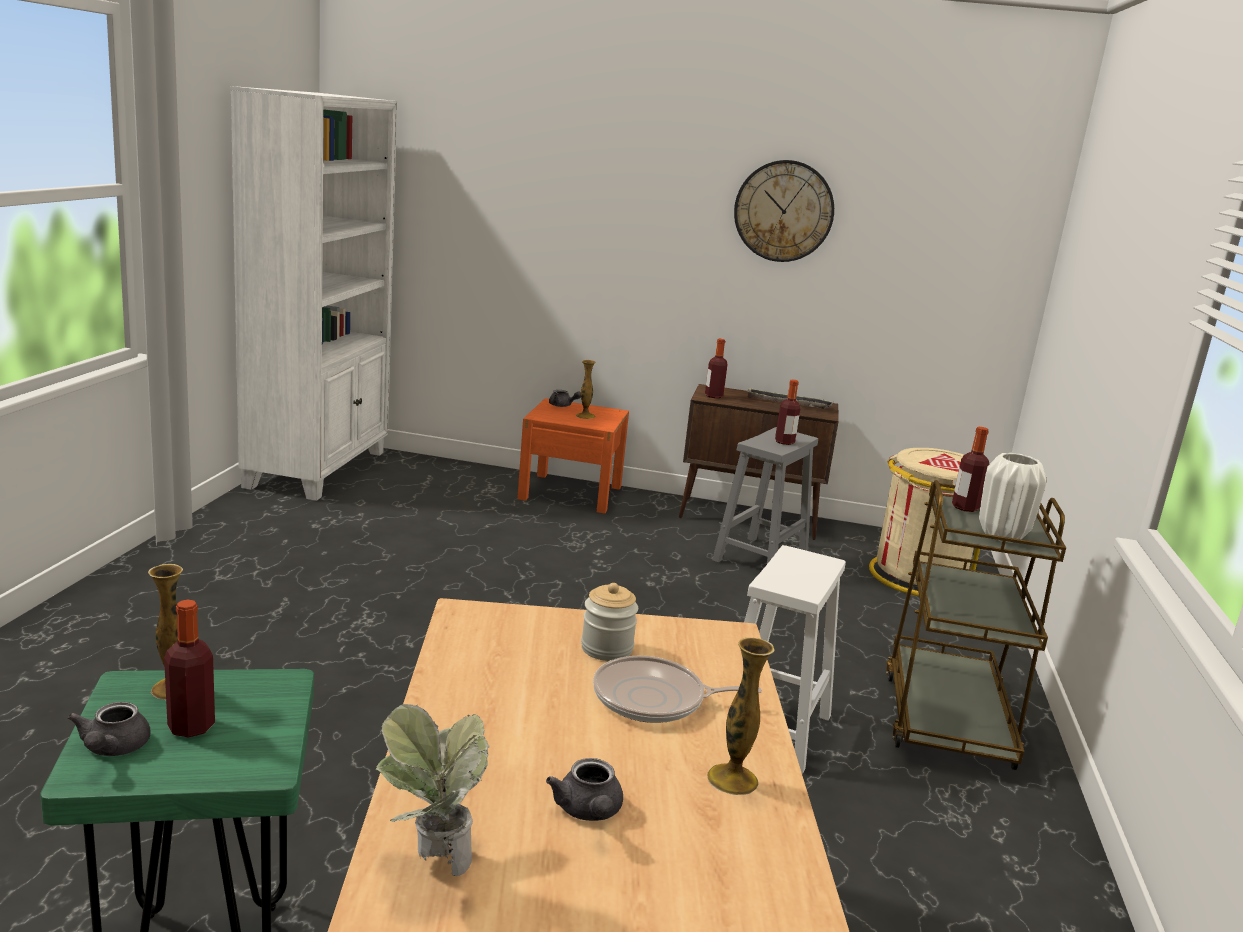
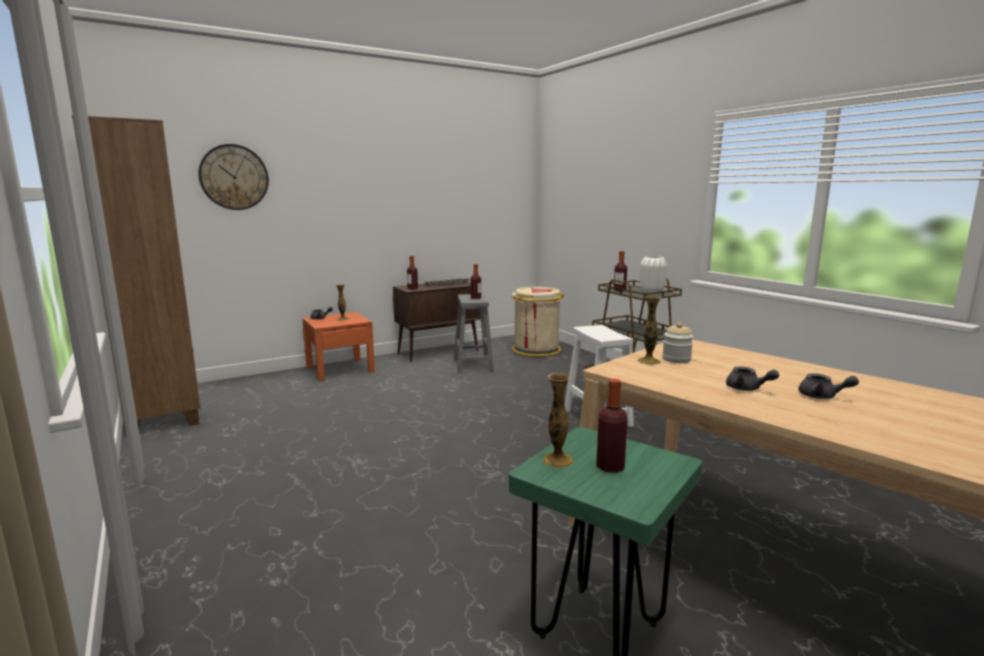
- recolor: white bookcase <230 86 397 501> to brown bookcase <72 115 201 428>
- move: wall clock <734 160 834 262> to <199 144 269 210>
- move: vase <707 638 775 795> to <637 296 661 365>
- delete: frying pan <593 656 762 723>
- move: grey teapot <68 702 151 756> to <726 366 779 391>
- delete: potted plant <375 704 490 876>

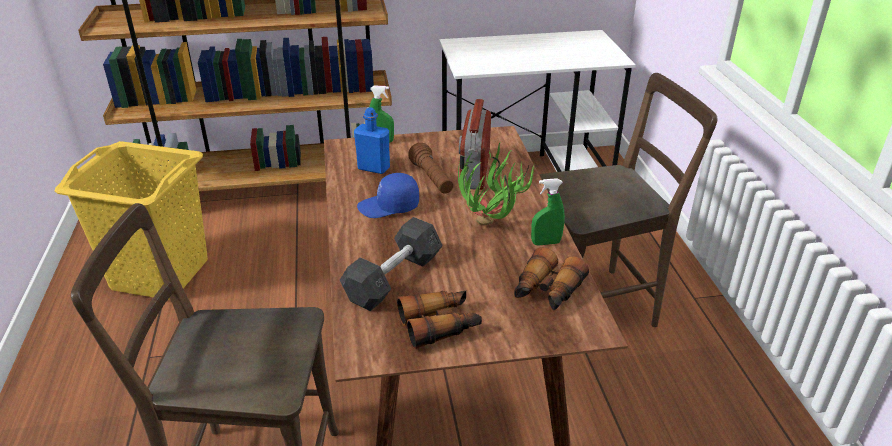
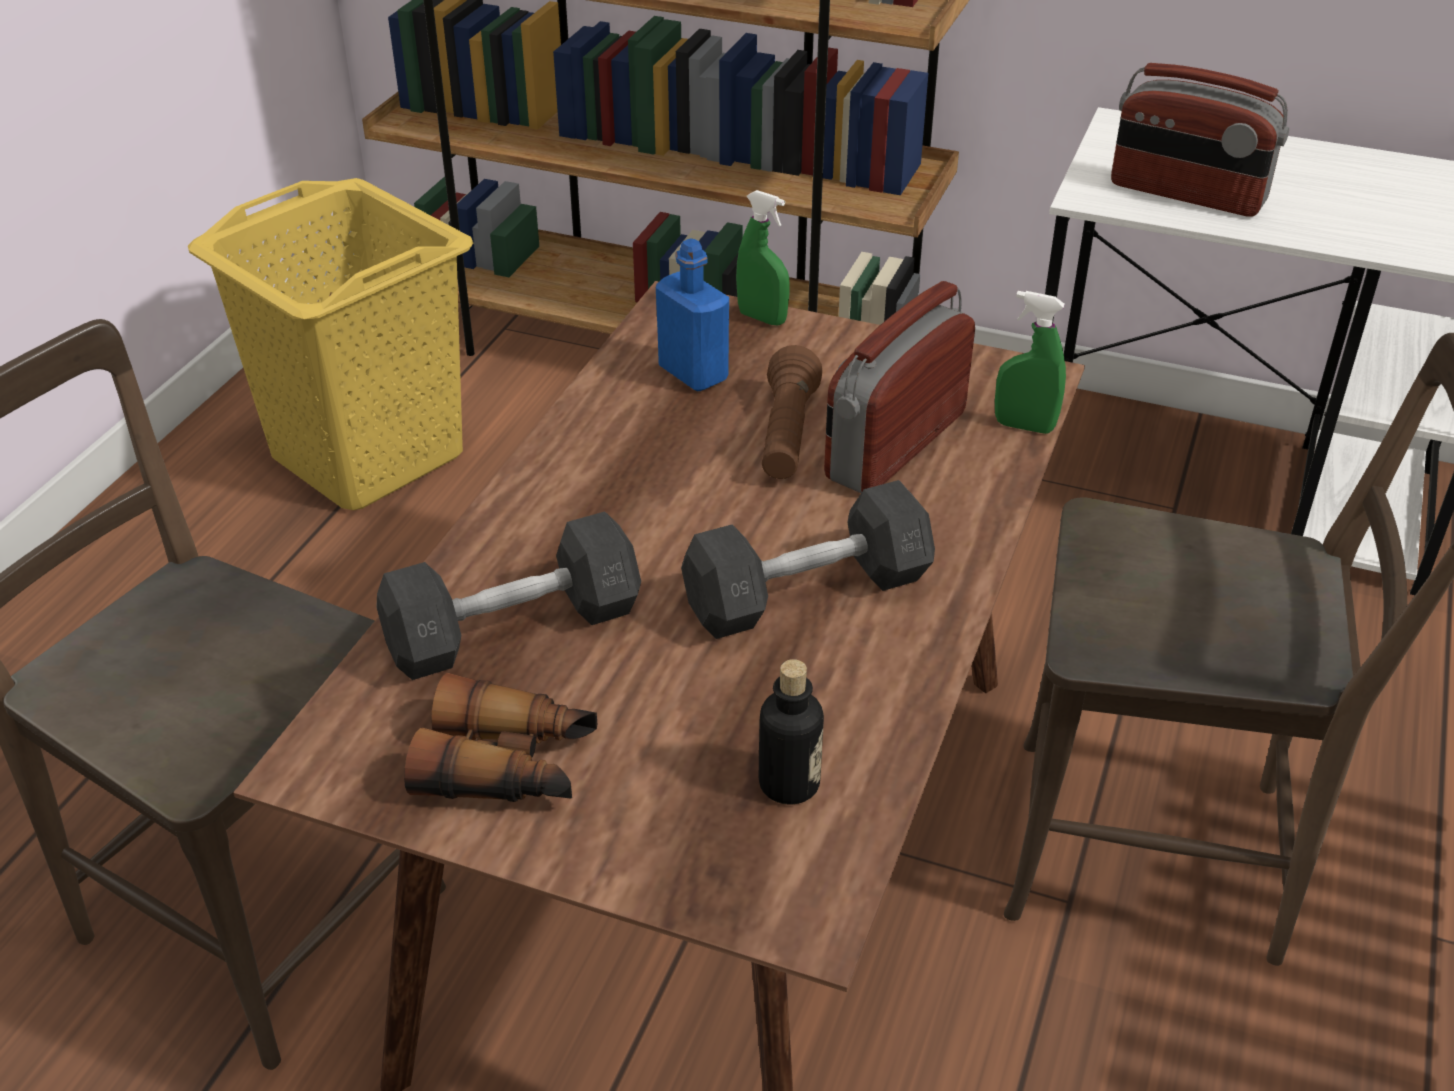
- replace: potted plant <458 143 536 225> to grey dumbbell <681 480 935 639>
- delete: blue cap <357 173 419 218>
- move: green spray bottle <531 178 565 246> to <995 291 1066 434>
- replace: binoculars <514 247 589 310> to bottle <759 659 824 805>
- insert: radio <1111 63 1289 217>

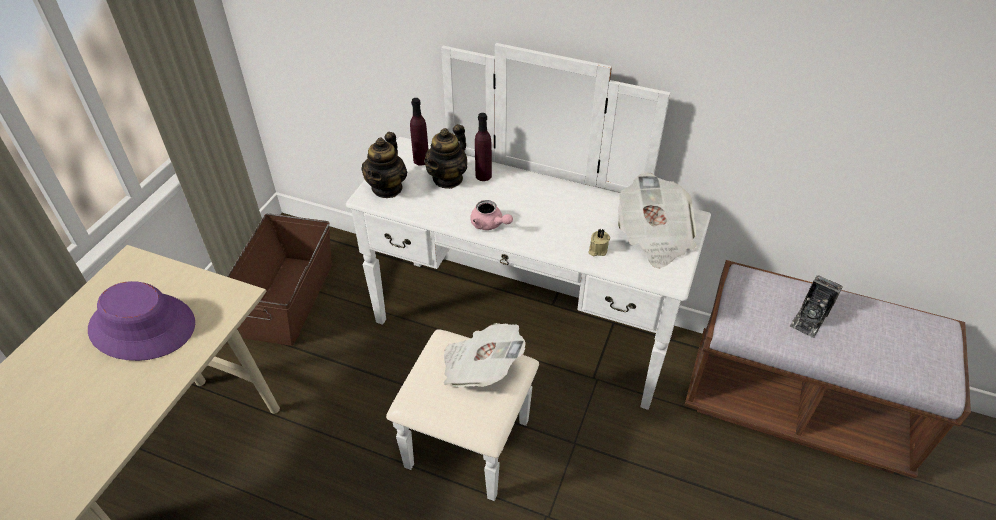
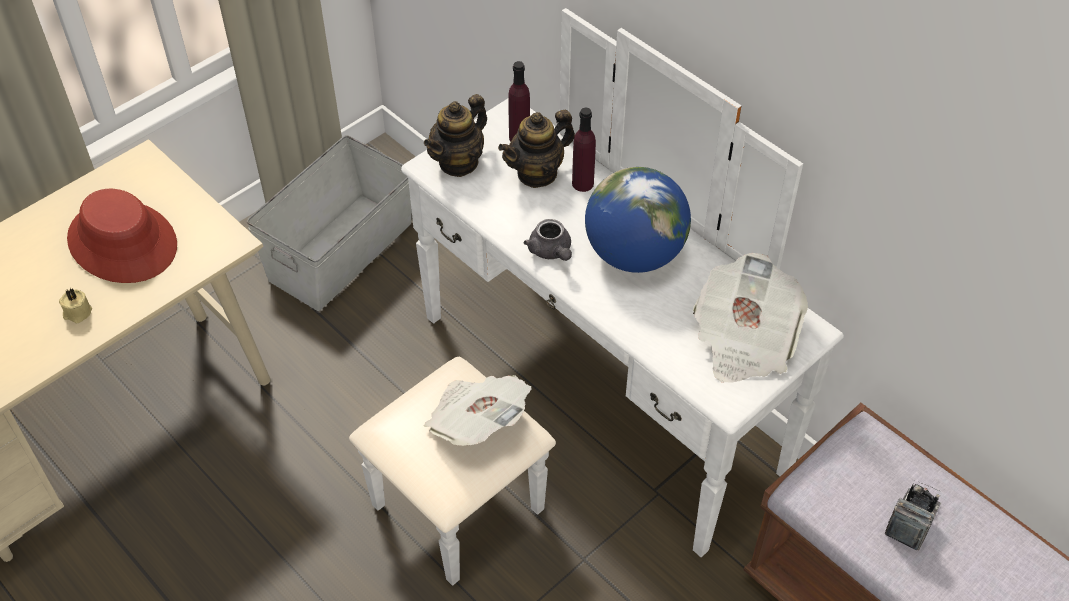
- recolor: pink teapot <470 200 513 230> to grey teapot <524 219 572 261>
- recolor: brown storage box <227 213 332 346> to grey storage box <247 135 412 311>
- move: beige candle <588 228 610 256> to <59 288 92 323>
- rotate: photo camera <789 275 843 338> = <885 482 941 550> 150 degrees clockwise
- recolor: purple hat <88 281 195 361> to red hat <67 189 177 283>
- insert: globe <585 167 691 273>

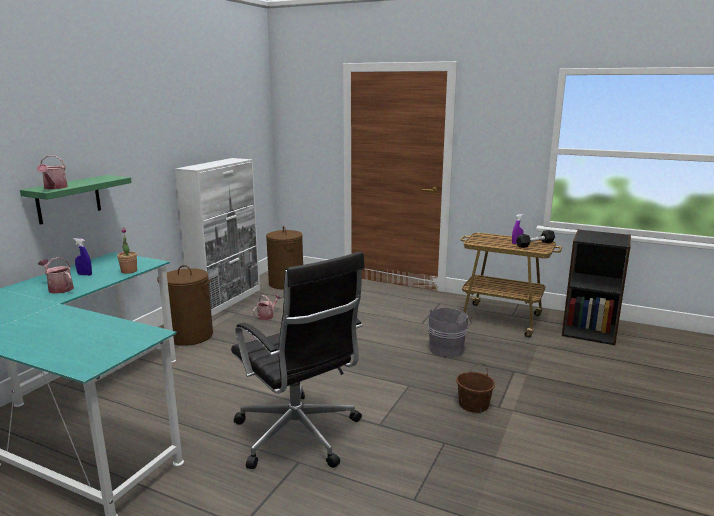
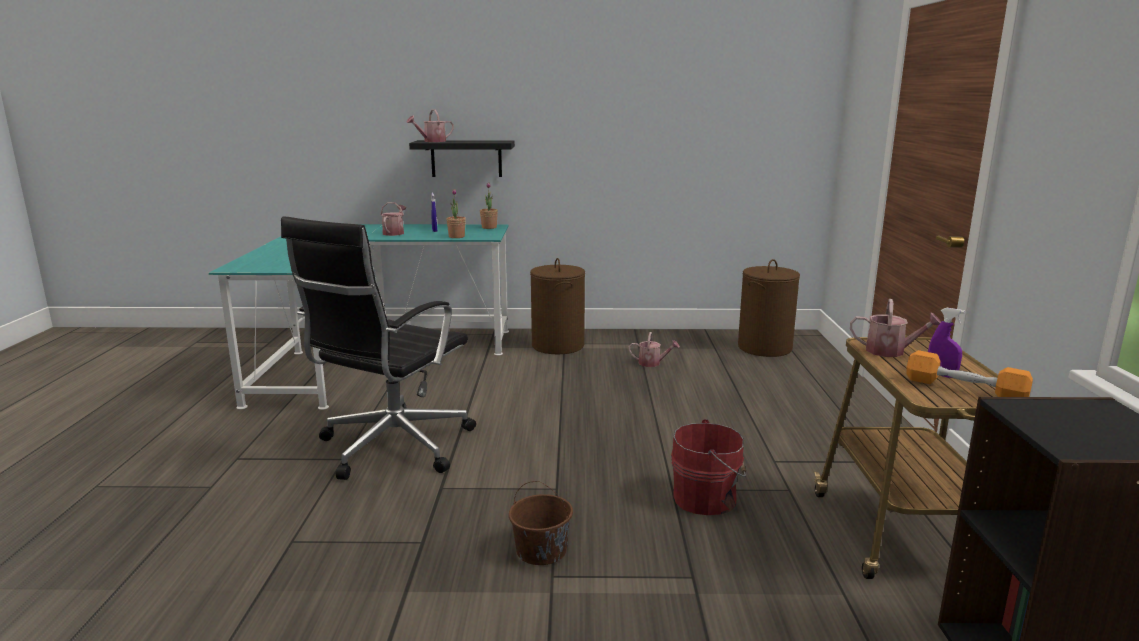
- delete: white cabinet <175 158 260 316>
- recolor: green shelf <20 175 132 225> to black shelf <409 140 515 177>
- recolor: black dumbbell <516 230 555 248> to orange dumbbell <906 350 1033 397>
- recolor: grey bucket <428 308 471 357> to red bucket <671 419 746 515>
- insert: potted plant <480 183 498 229>
- insert: watering can <850 299 941 357>

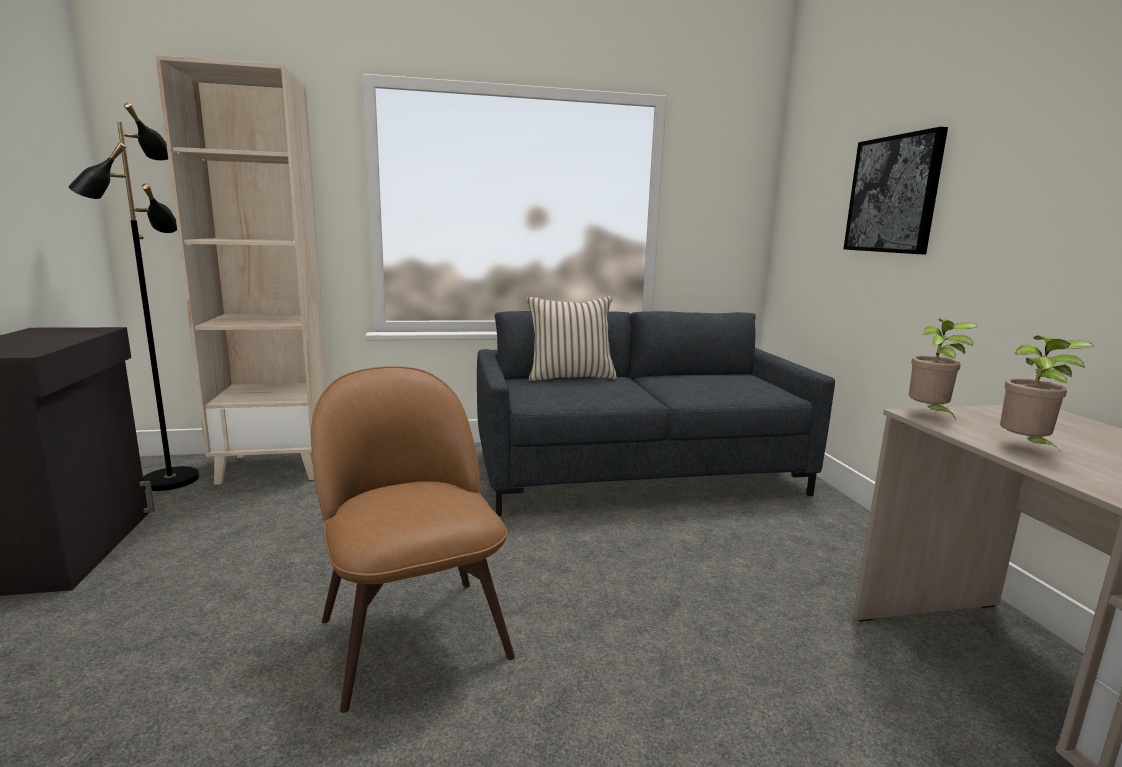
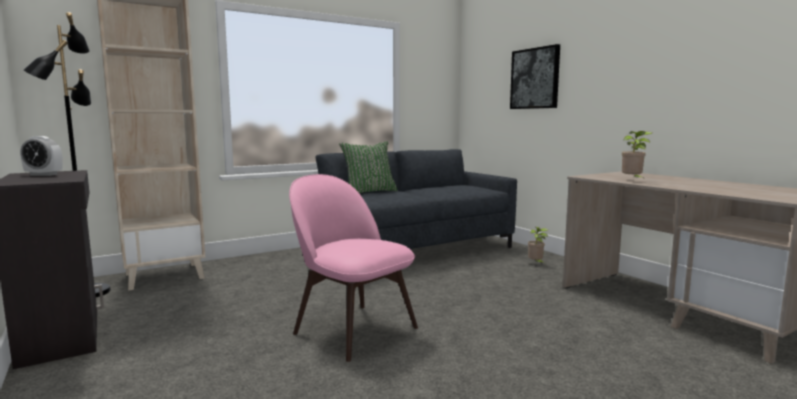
- recolor: beige pillow <526 296 617 381> to green pillow <339 141 398 193>
- move: potted plant <909 318 978 420> to <528 227 548 265>
- recolor: brown chair <311 366 515 713> to pink chair <289 174 418 362>
- insert: alarm clock <20 136 63 176>

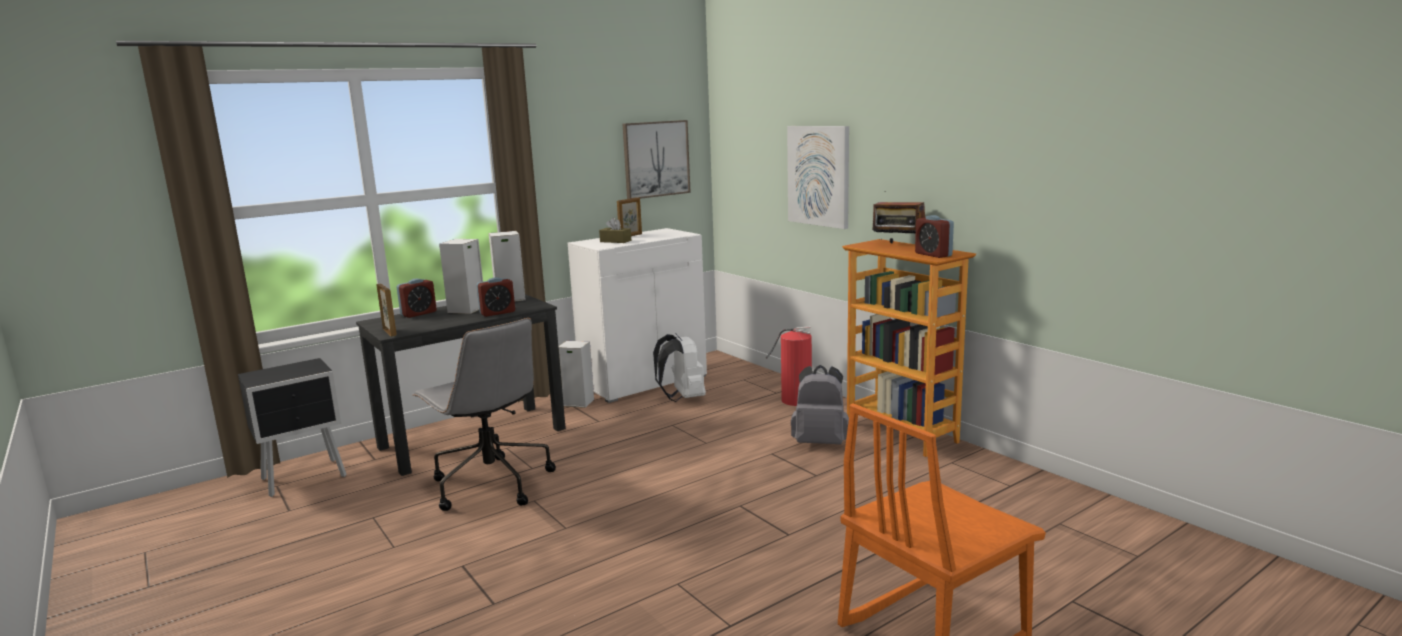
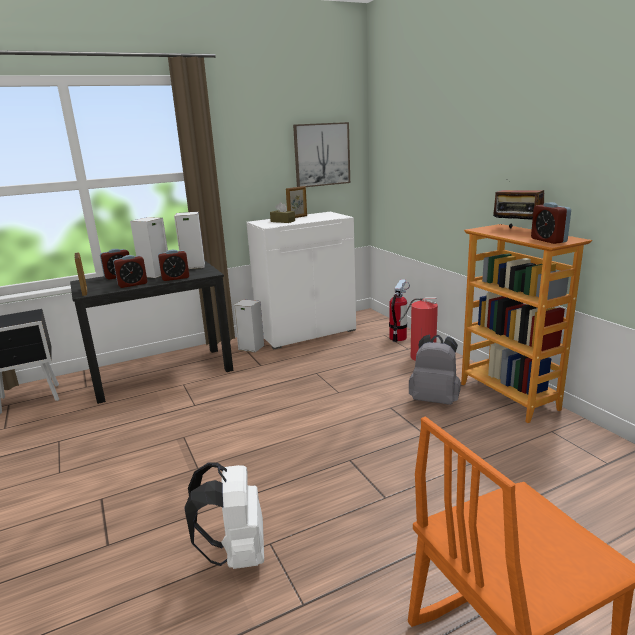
- delete: picture <787 126 849 229>
- delete: grey office chair <412 318 556 511>
- move: white backpack <653 333 706 402> to <184 463 264 569>
- insert: alarm clock <113 255 147 288>
- insert: fire extinguisher <389 279 410 342>

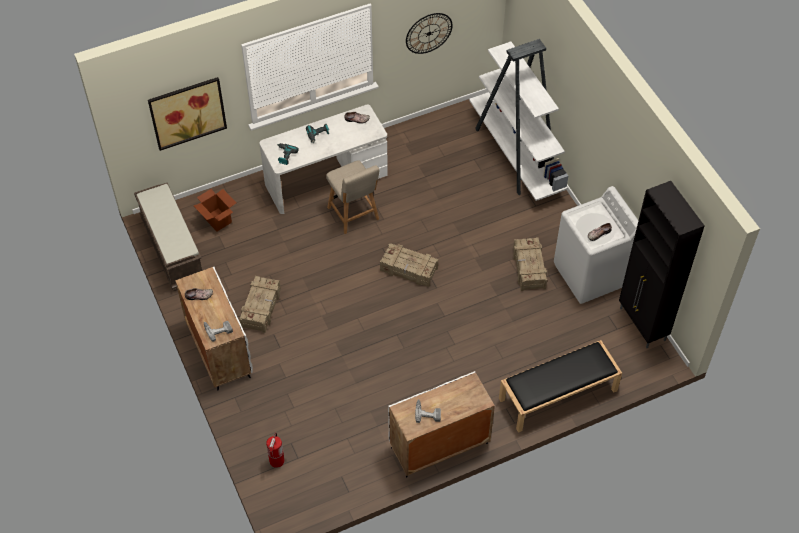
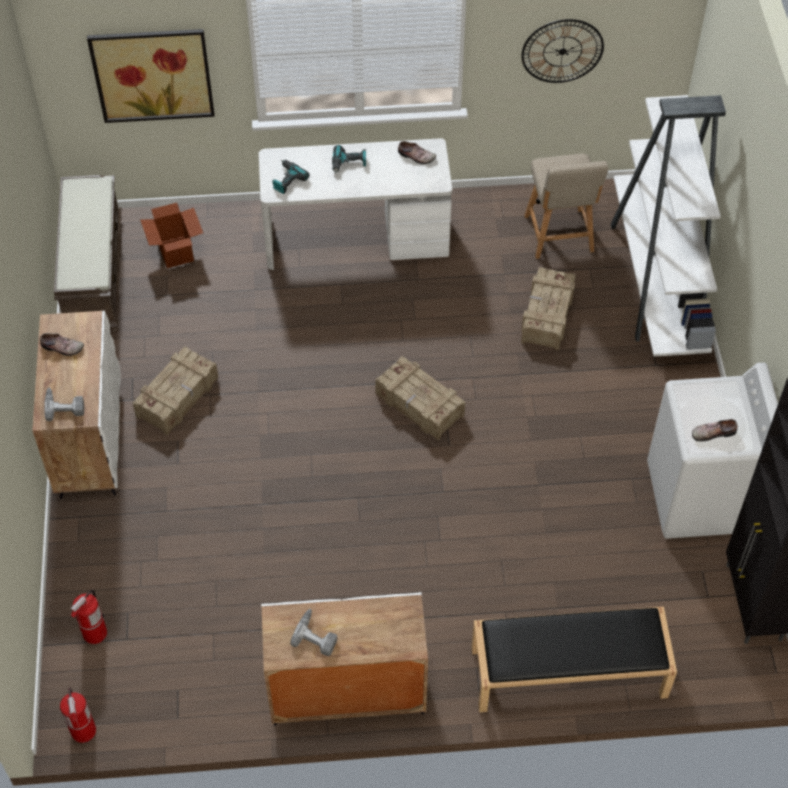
- move: beige chair <326 160 380 234> to <524 154 608 259>
- move: crate <513 237 547 291> to <521 267 576 350>
- insert: fire extinguisher <60 687 96 743>

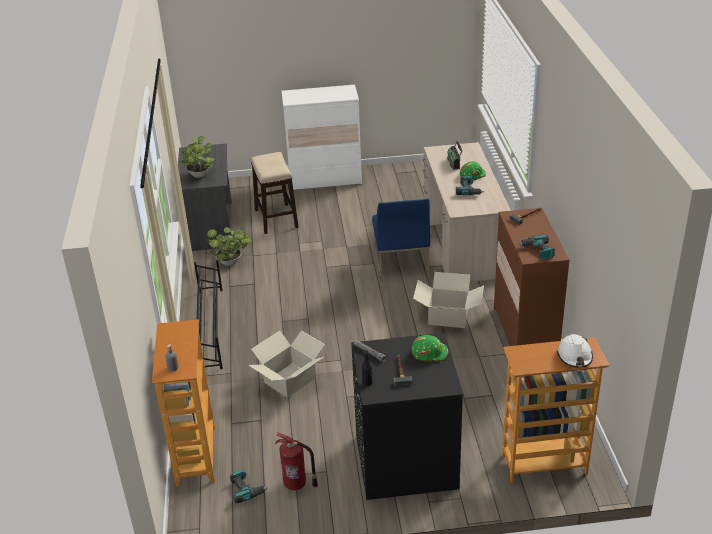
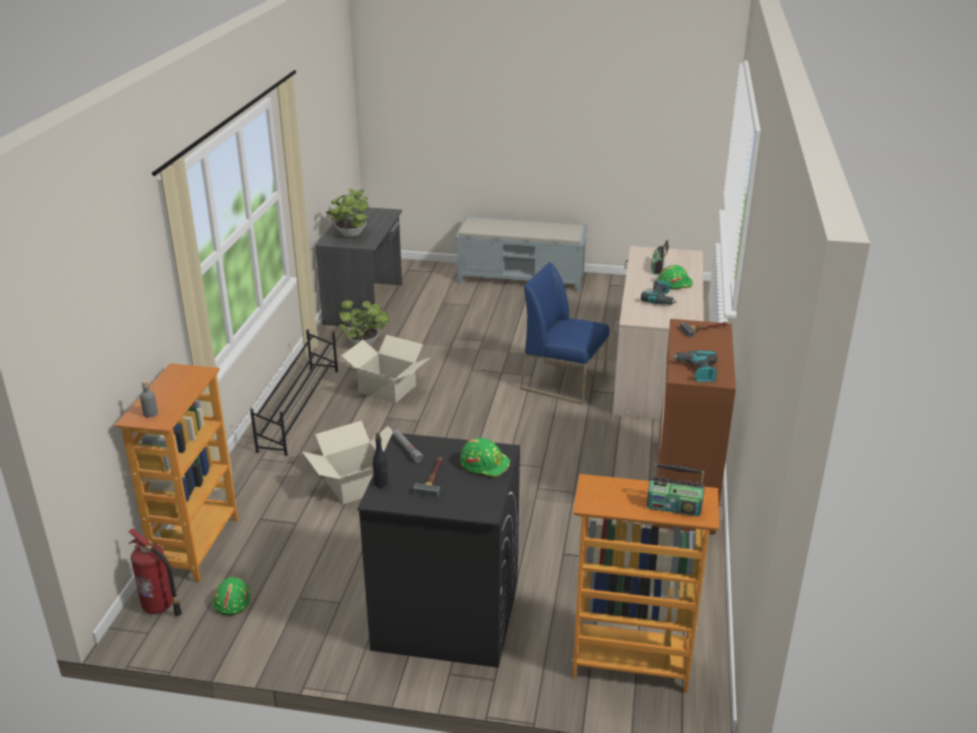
- replace: white dresser <281 85 362 190> to grey bench <456 216 587 292>
- delete: stool <251 152 299 234>
- rotate: blue chair <372 199 430 281> = <520 262 609 405> 105 degrees clockwise
- move: cardboard box <413 272 484 328> to <341 335 429 403>
- replace: white hard hat <557 334 593 368> to radio <647 463 705 517>
- move: fire extinguisher <275 432 318 490> to <128 529 182 616>
- replace: power drill <230 470 268 503> to green hard hat <212 577 250 616>

